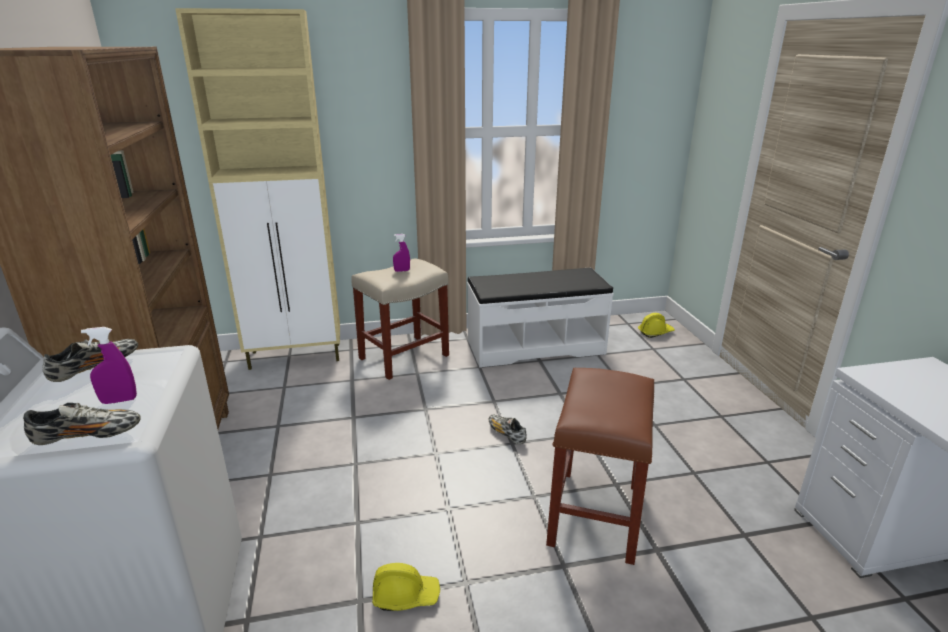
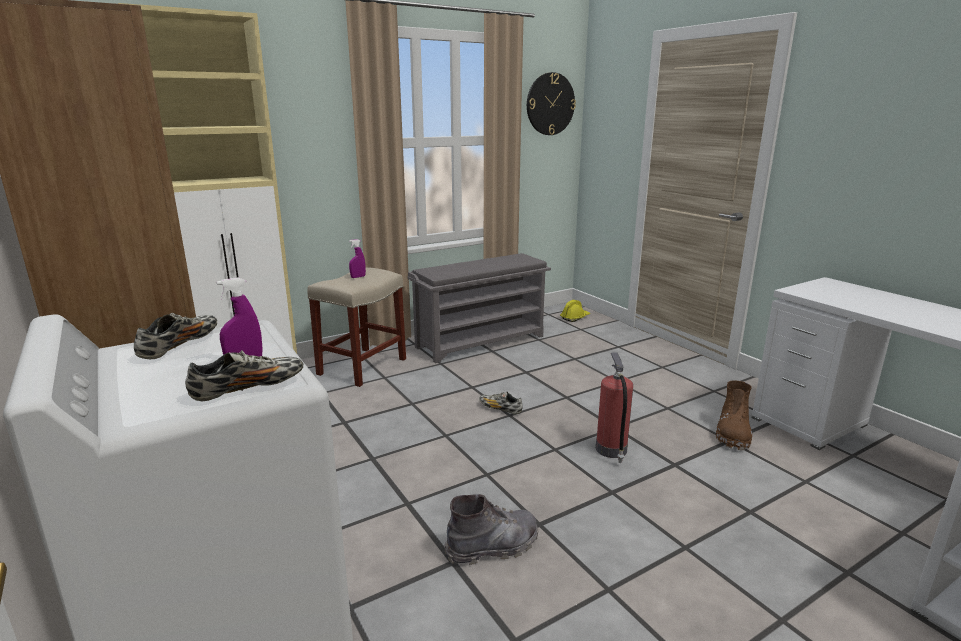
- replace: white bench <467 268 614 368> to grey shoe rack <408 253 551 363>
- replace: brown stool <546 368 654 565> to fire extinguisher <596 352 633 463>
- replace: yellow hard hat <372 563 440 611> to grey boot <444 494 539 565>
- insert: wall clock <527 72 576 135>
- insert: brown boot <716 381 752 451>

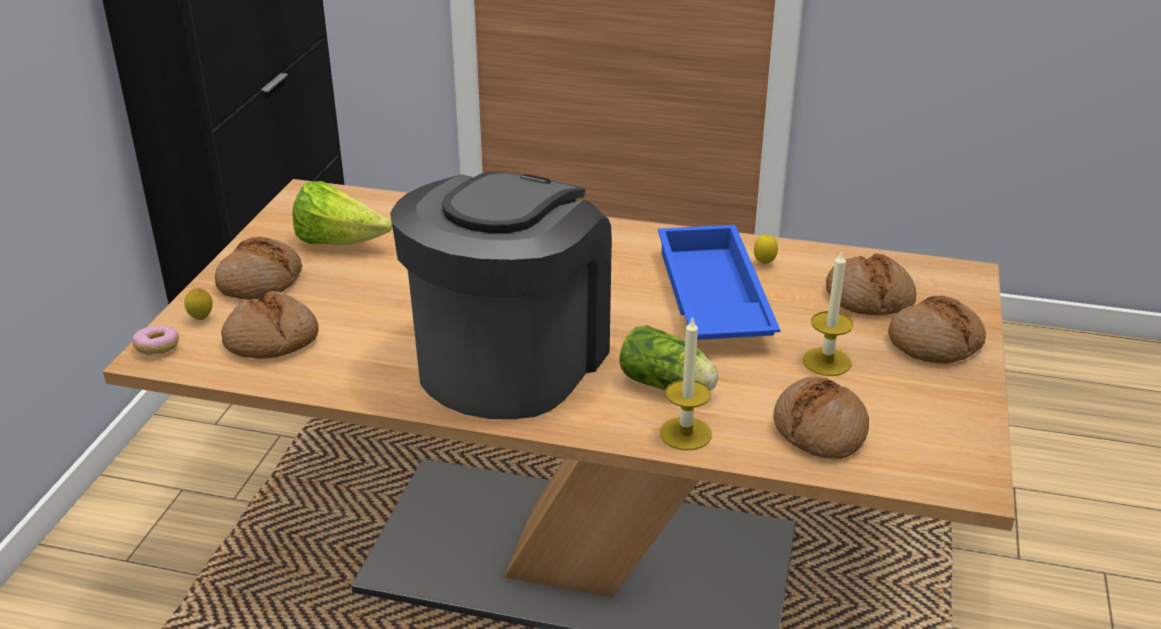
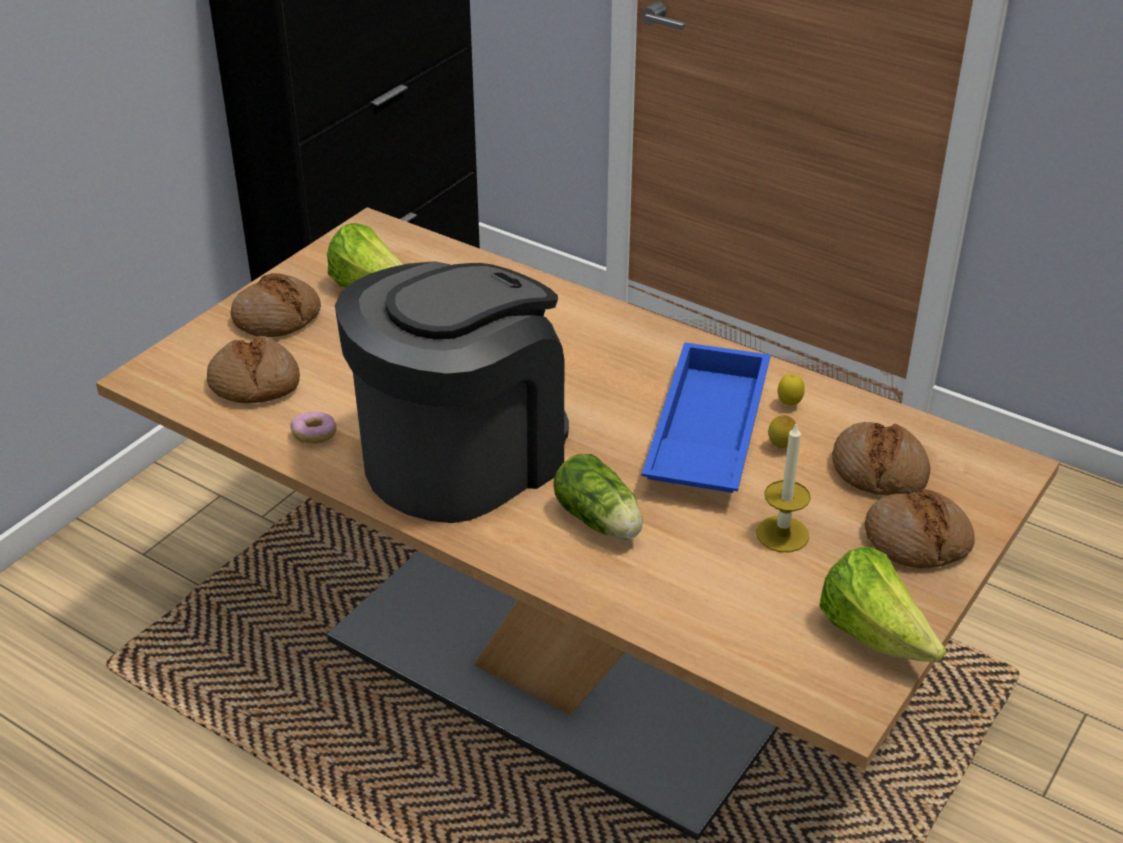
- move: lemon <184 288 213 320> to <768 415 796 448>
- delete: candle <660 317 712 450>
- move: donut <132 325 179 355> to <290 412 337 444>
- delete: bread <773 377 869 459>
- insert: lettuce <819 546 947 662>

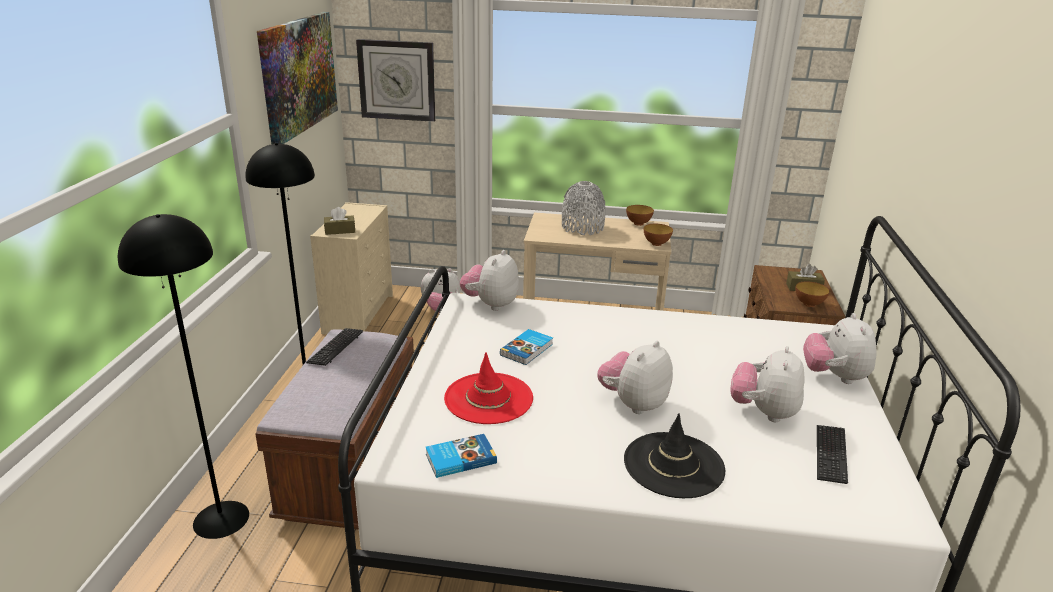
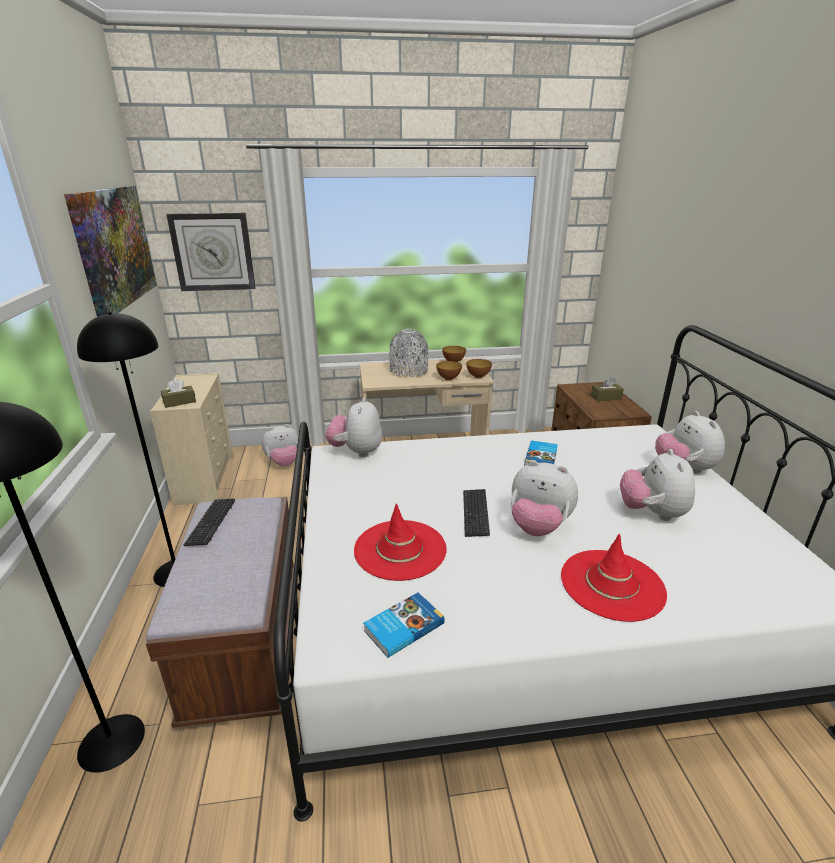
- move: bowl <796 281 830 307> to <436 361 462 380>
- move: book <500 329 553 365> to <524 440 558 466>
- rotate: plush toy <597 341 673 414> = <511 460 578 536> 90 degrees counterclockwise
- recolor: black hat <624 413 725 498> to red hat <561 534 667 622>
- move: keyboard <817 425 848 484> to <463 489 490 537>

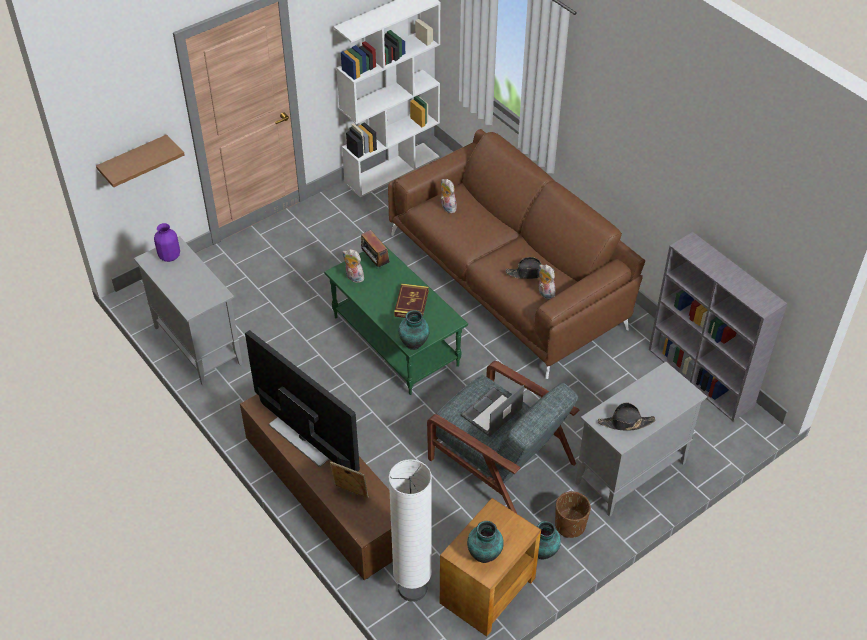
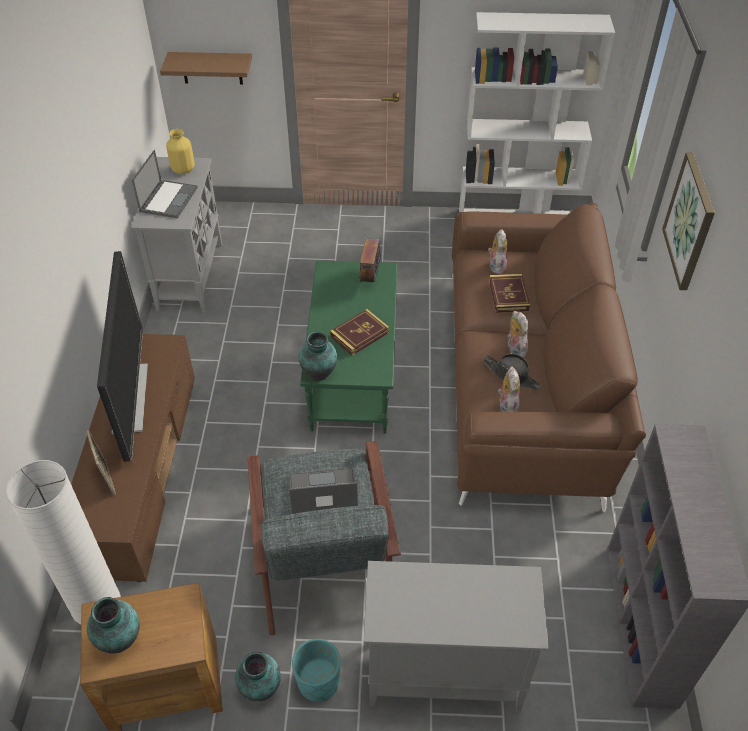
- recolor: purple vase <154 223 180 262> to yellow vase <166 129 195 174>
- move: plush toy <342 249 364 283> to <507 311 528 358>
- delete: black hat <598 402 655 431>
- recolor: brown planter <555 491 591 538> to turquoise planter <292 639 341 702>
- insert: laptop <132 150 198 218>
- insert: picture <662 152 715 290>
- insert: book <489 274 530 313>

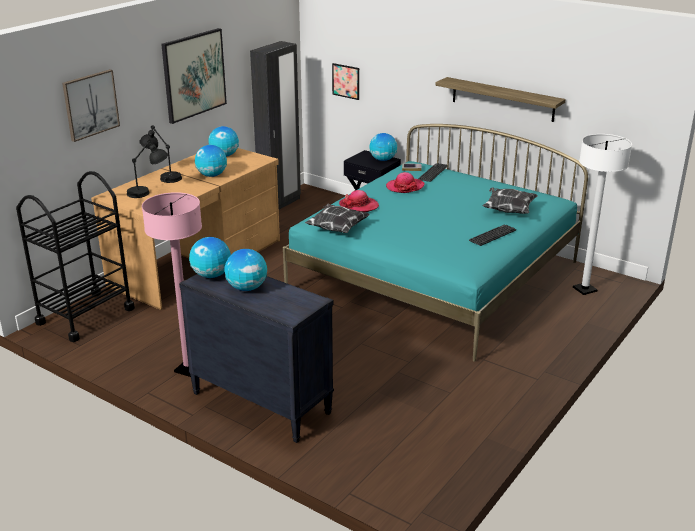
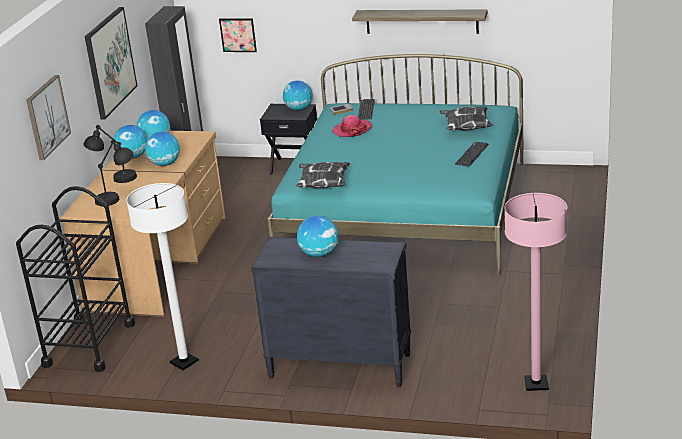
- move: white floor lamp <573 134 632 295> to <126 183 199 370>
- delete: hat <339 190 379 212>
- move: pink floor lamp <142 192 202 377> to <505 193 567 391>
- move: globe <189 237 231 278> to <114 125 147 159>

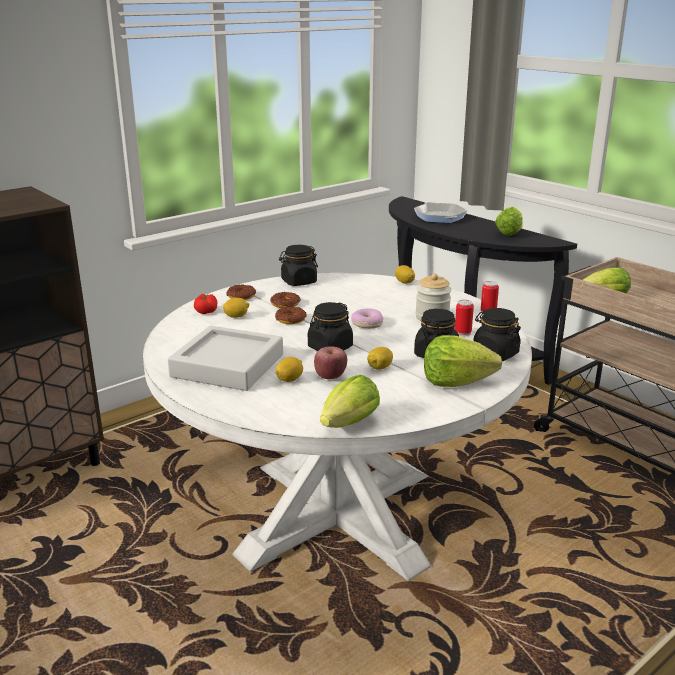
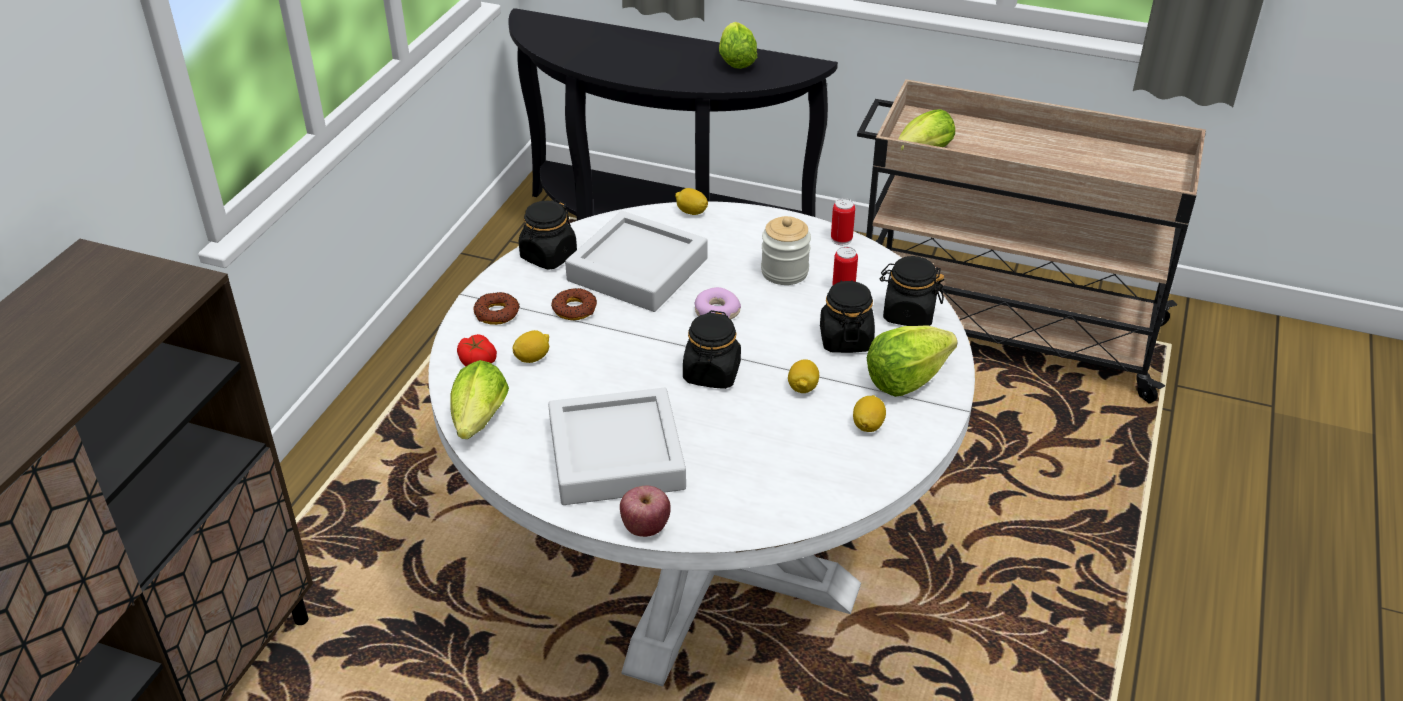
- delete: frying pan <414 202 467 223>
- delete: donut <275 307 307 324>
- move: apple <314 346 347 379> to <620 486 671 537>
- move: lemon <275 357 303 382> to <853 395 886 432>
- move: lettuce <320 375 380 428> to <450 360 509 439>
- insert: grey tray <565 211 708 312>

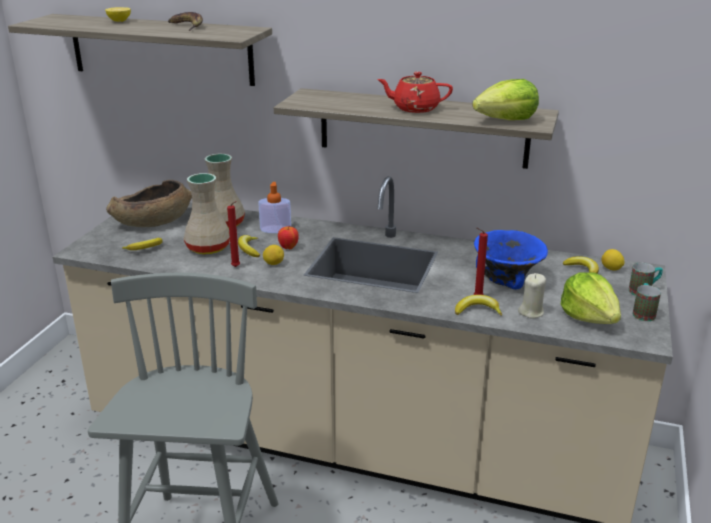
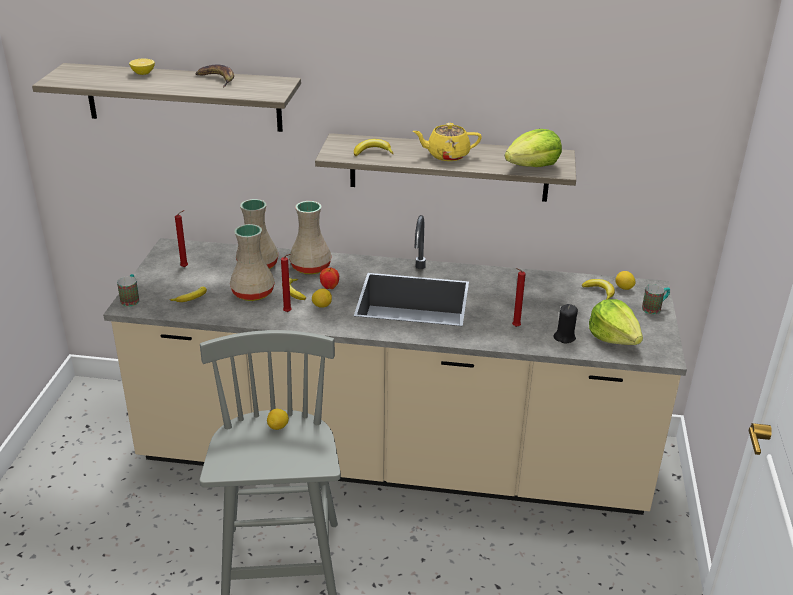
- recolor: red teapot <377 72 453 113> to yellow teapot <412 123 482 161>
- replace: brown bowl <106 180 192 227> to red candle <175 210 188 267>
- replace: soap dispenser <258 182 291 233> to beige vase <289 201 332 275>
- delete: blue bowl <474 230 548 290>
- recolor: beige candle <518 273 546 318> to black candle <553 304 578 344>
- move: mug <632 283 661 321> to <117 274 140 307>
- move: banana <455 295 502 316> to <354 139 394 156>
- insert: lemon <267 409 289 430>

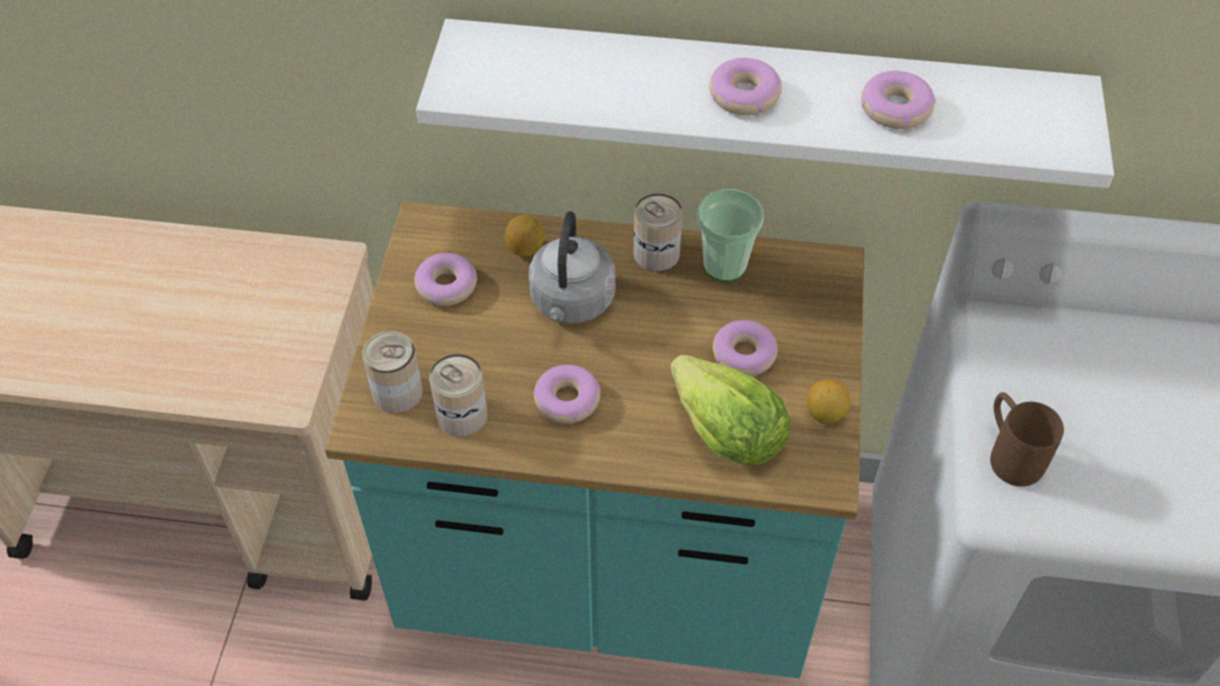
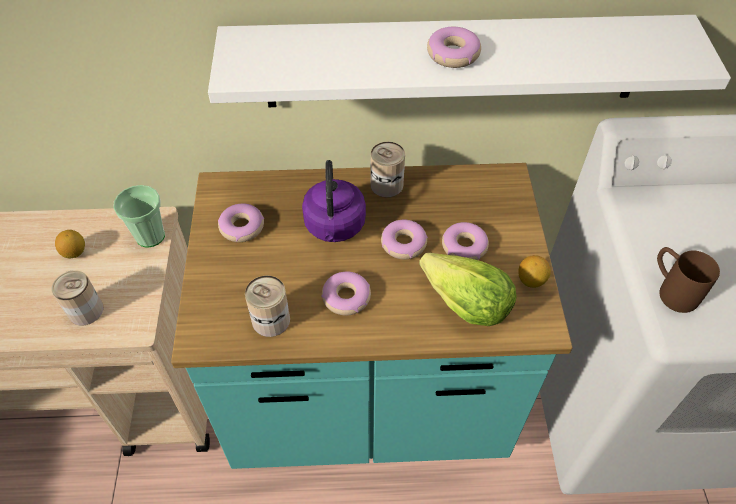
- move: donut <861 71 936 129> to <381 219 428 260>
- move: cup <697 189 764 282> to <113 185 165 248>
- recolor: grey kettle <529 211 615 323> to purple kettle <302 160 366 242>
- move: lemon <505 215 544 257> to <55 230 85 258>
- move: can <362 331 423 413> to <52 270 104 325>

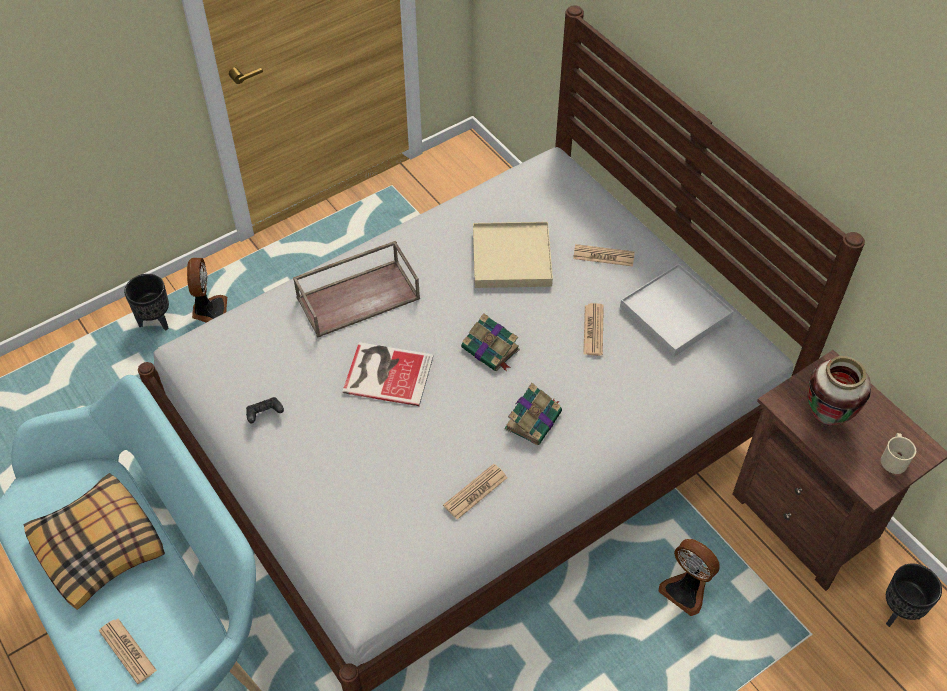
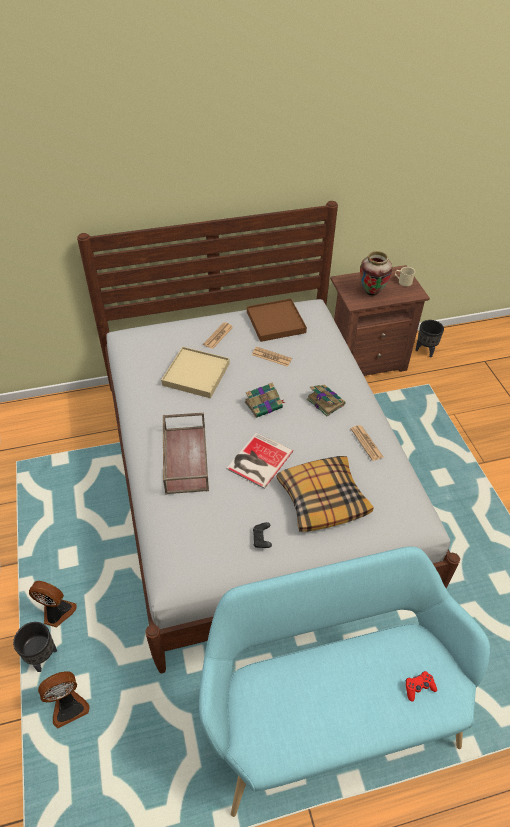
- recolor: white tray <620 264 734 357> to brown tray <247 298 307 342>
- move: pillow <24 473 165 610> to <277 456 373 532>
- move: fan <658 539 720 616> to <38 671 90 728>
- replace: newspaper <99 619 157 684> to red game controller <406 671 437 702>

